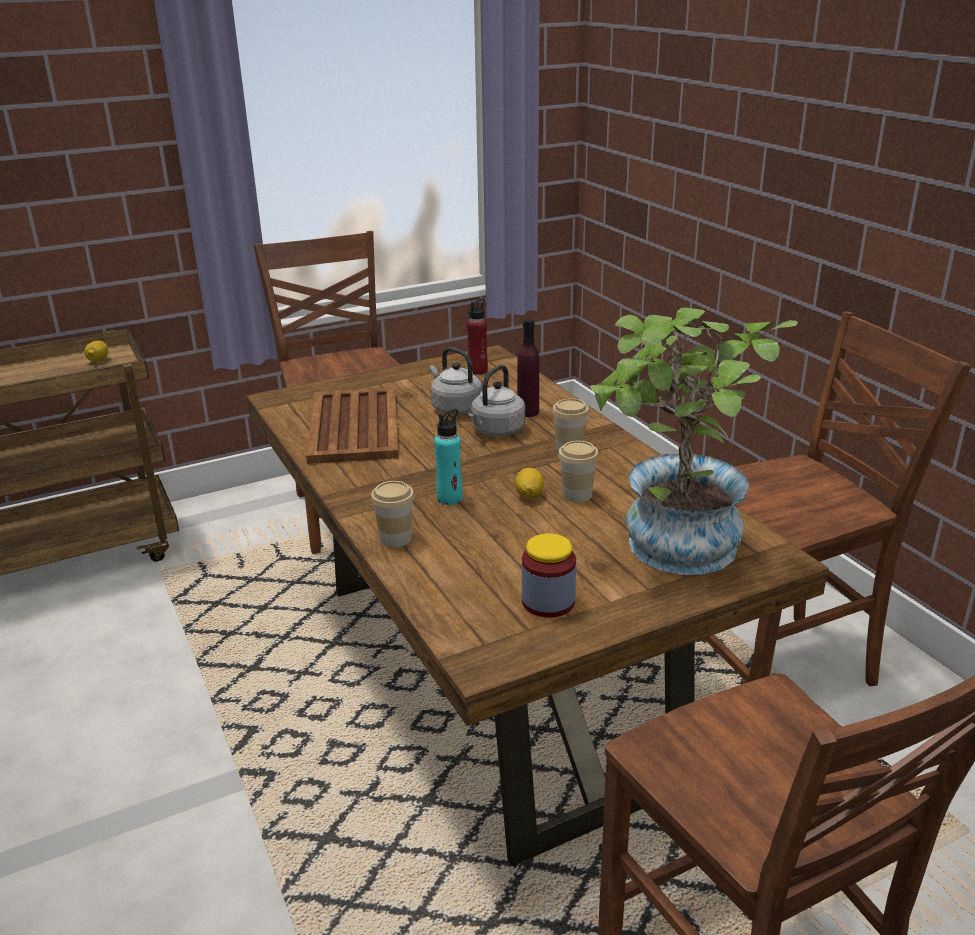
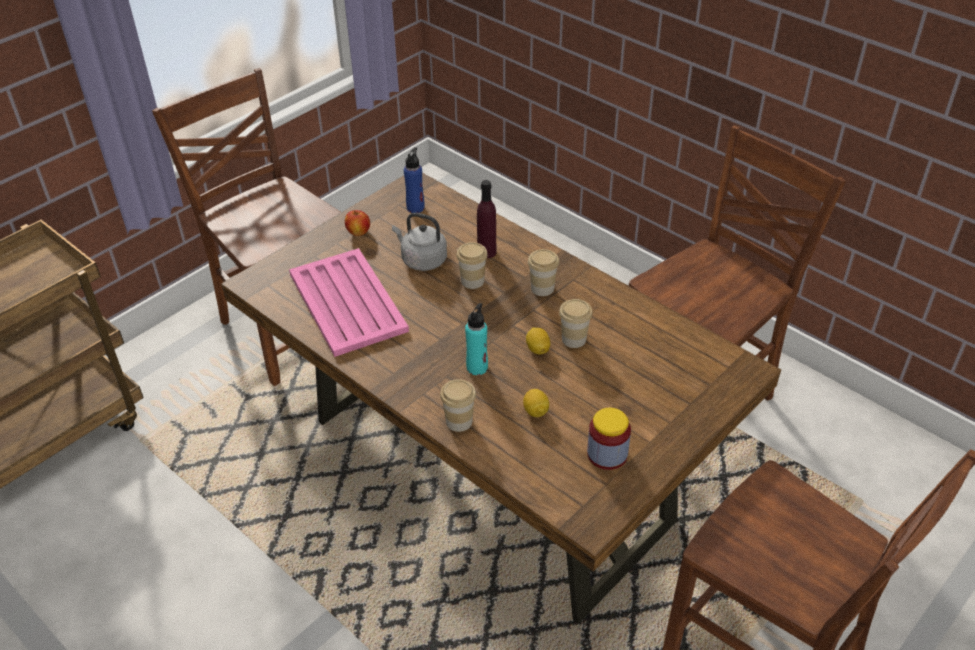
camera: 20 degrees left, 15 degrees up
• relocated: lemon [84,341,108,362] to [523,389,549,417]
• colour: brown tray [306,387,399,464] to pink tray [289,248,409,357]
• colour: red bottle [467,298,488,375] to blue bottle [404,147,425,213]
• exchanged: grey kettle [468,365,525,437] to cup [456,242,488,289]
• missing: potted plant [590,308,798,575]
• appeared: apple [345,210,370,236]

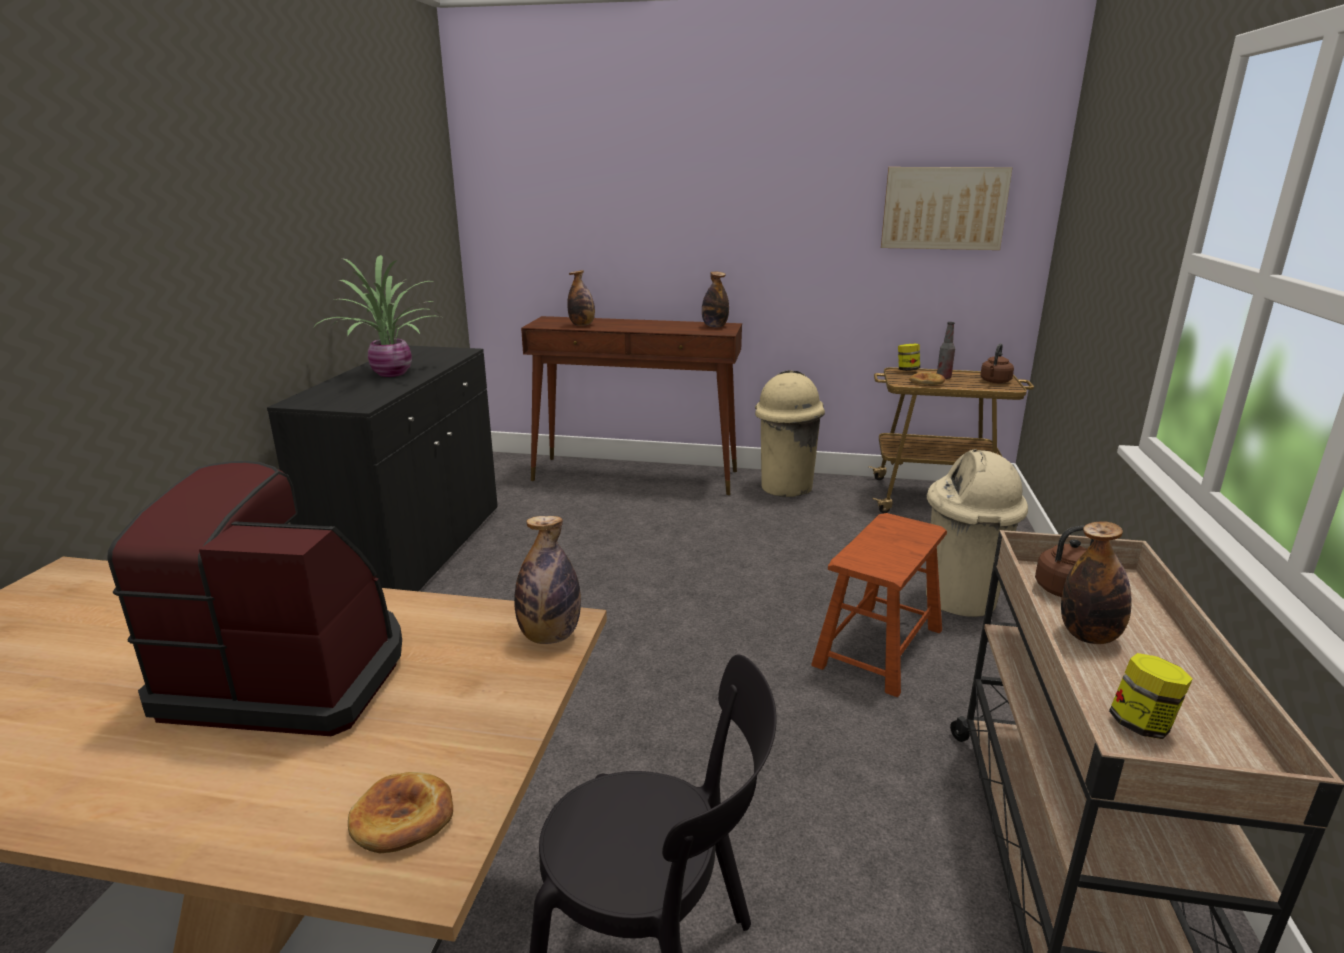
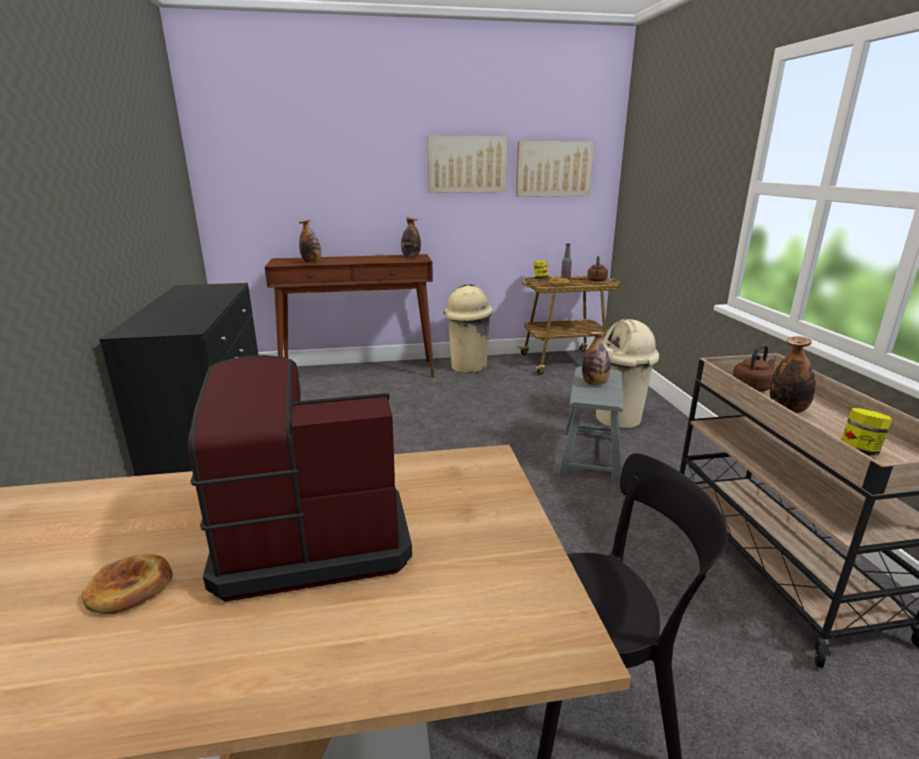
camera: 20 degrees left, 0 degrees up
• missing: potted plant [313,255,448,377]
• relocated: bread [348,772,453,854] to [82,554,173,614]
• relocated: bottle [514,516,581,644] to [582,332,610,386]
• colour: brown stool [811,513,947,697] to grey stool [558,367,623,484]
• appeared: picture [427,135,507,193]

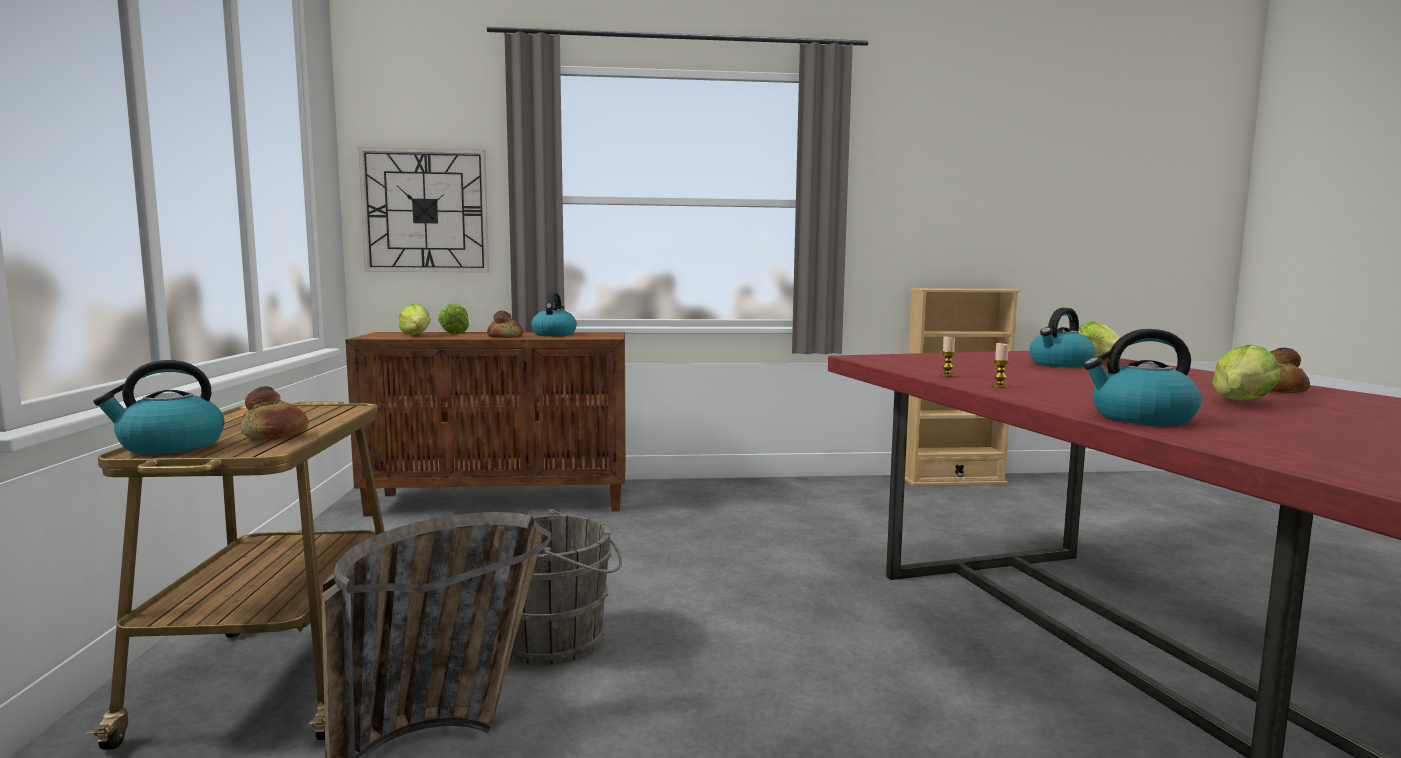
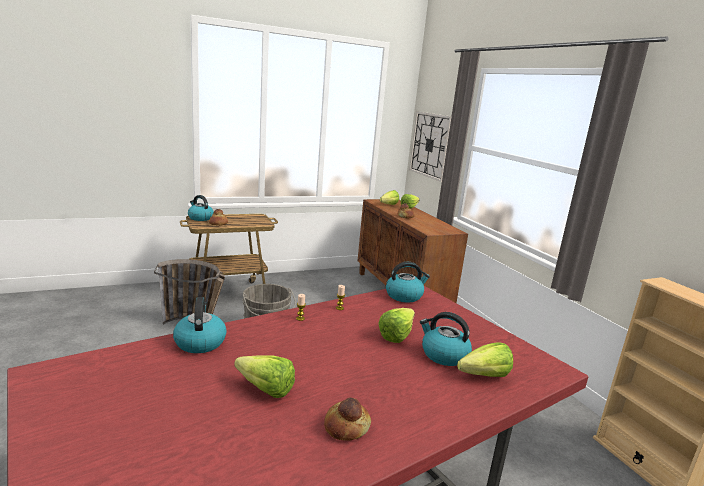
camera: 70 degrees right, 10 degrees up
• relocated: kettle [531,292,577,336] to [386,262,430,303]
• appeared: lettuce [378,308,415,343]

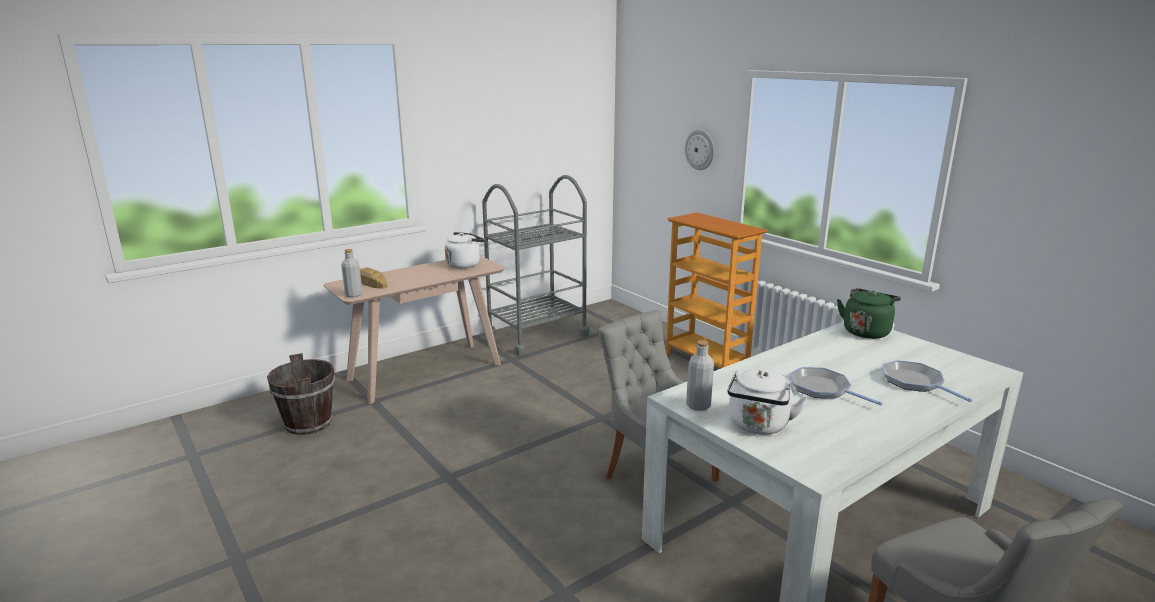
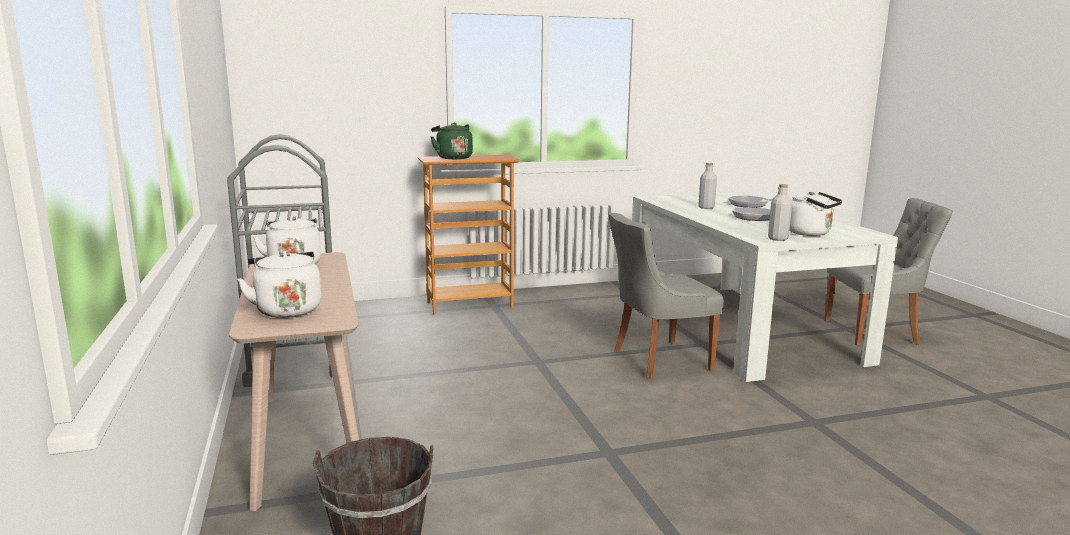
camera: 70 degrees left, 5 degrees down
• relocated: grey bottle [341,249,362,298] to [698,163,717,209]
• exchanged: bread [360,267,387,289] to white kettle [237,251,321,318]
• missing: wall clock [685,130,714,170]
• relocated: green kettle [837,288,901,339] to [430,123,473,159]

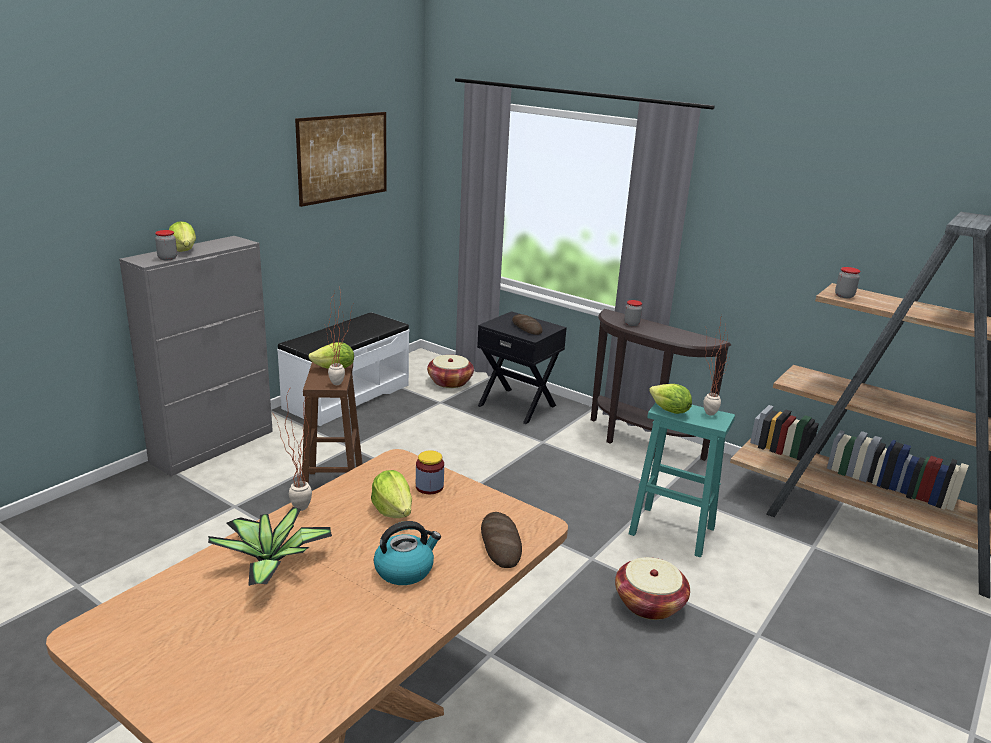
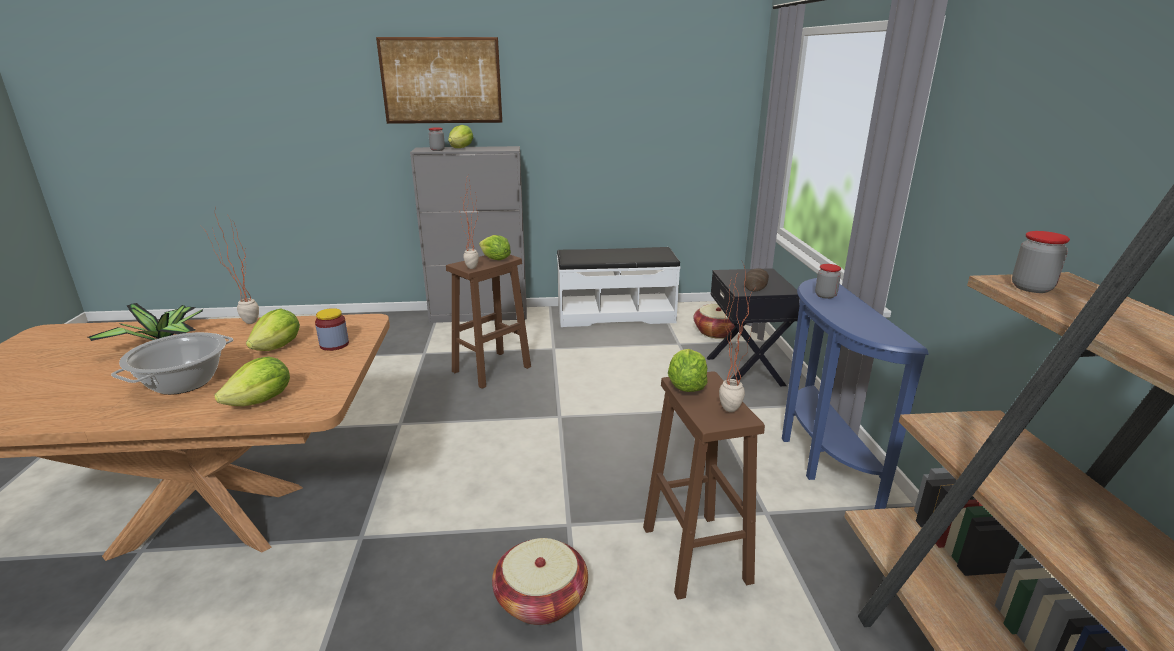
camera: 50 degrees right, 0 degrees up
• relocated: picture [295,112,387,207] to [376,37,502,124]
• exchanged: kettle [374,521,441,585] to cooking pot [111,332,233,395]
• exchanged: bread [481,512,522,568] to lettuce [214,356,290,406]
• colour: brown console table [591,309,731,461] to blue console table [782,278,929,509]
• colour: turquoise stool [629,403,735,558] to brown stool [643,371,765,600]

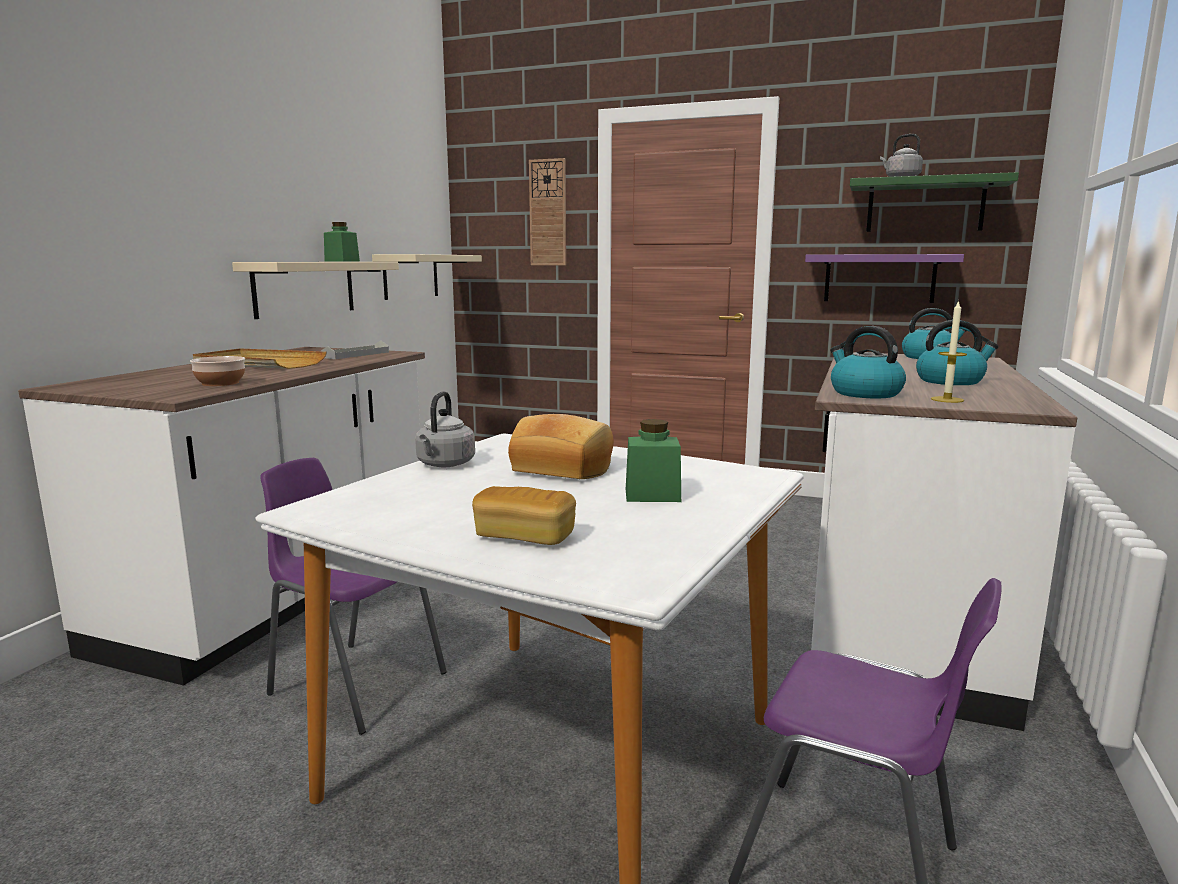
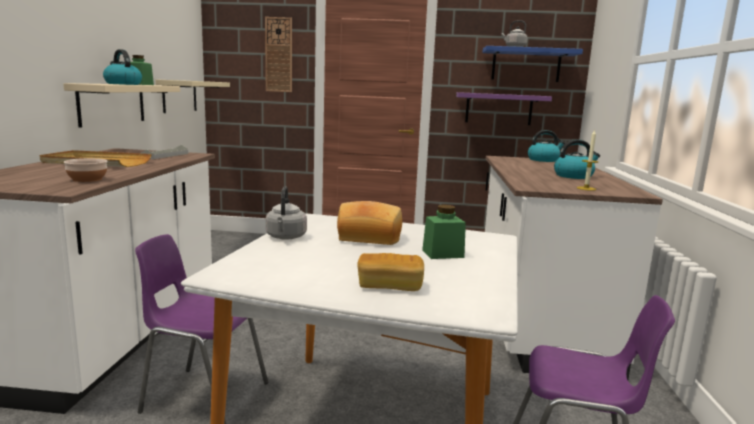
camera: 15 degrees left, 0 degrees up
• relocated: kettle [830,326,906,398] to [103,49,142,85]
• colour: green shelf [850,172,1019,232] to blue shelf [482,46,583,82]

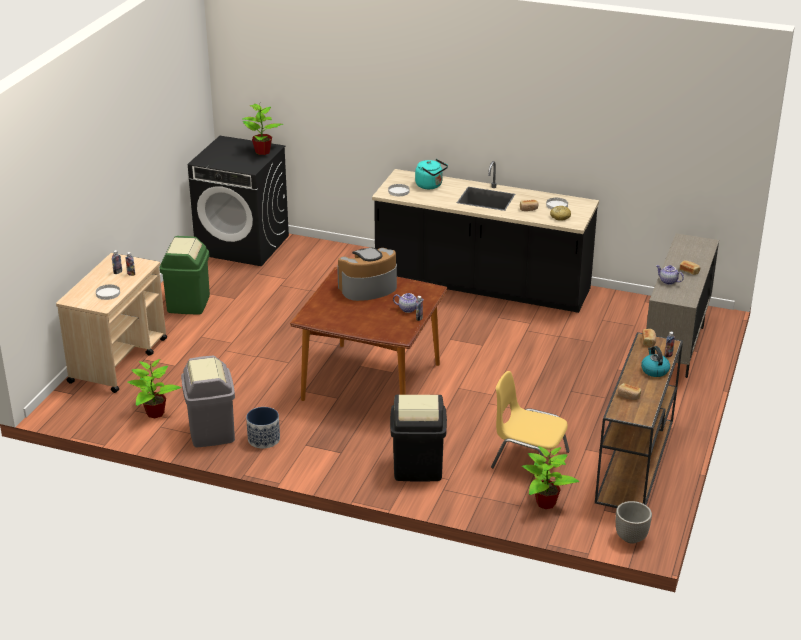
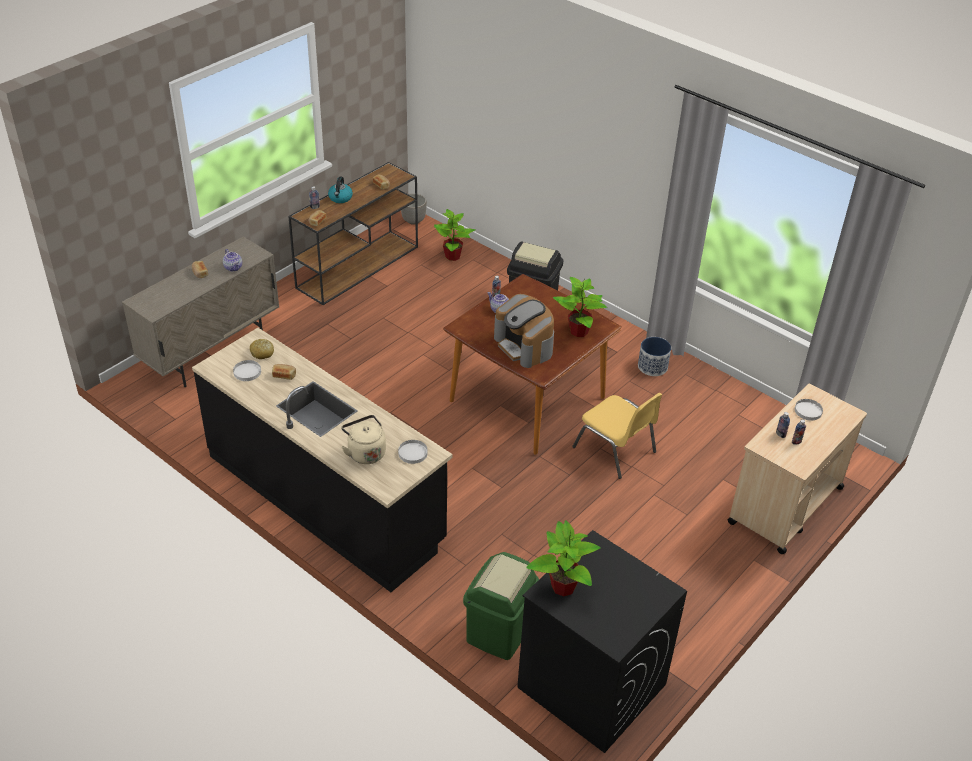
camera: 160 degrees left, 10 degrees up
• relocated: potted plant [127,359,181,418] to [553,277,607,337]
• relocated: green trash can [160,236,210,314] to [463,552,539,660]
• missing: grey trash can [181,356,235,447]
• spun: coffee machine [337,248,397,301] = [494,294,554,368] 60 degrees clockwise
• colour: turquoise kettle [415,159,448,189] to beige kettle [341,415,386,464]
• relocated: yellow chair [491,371,570,480] to [572,393,662,479]

